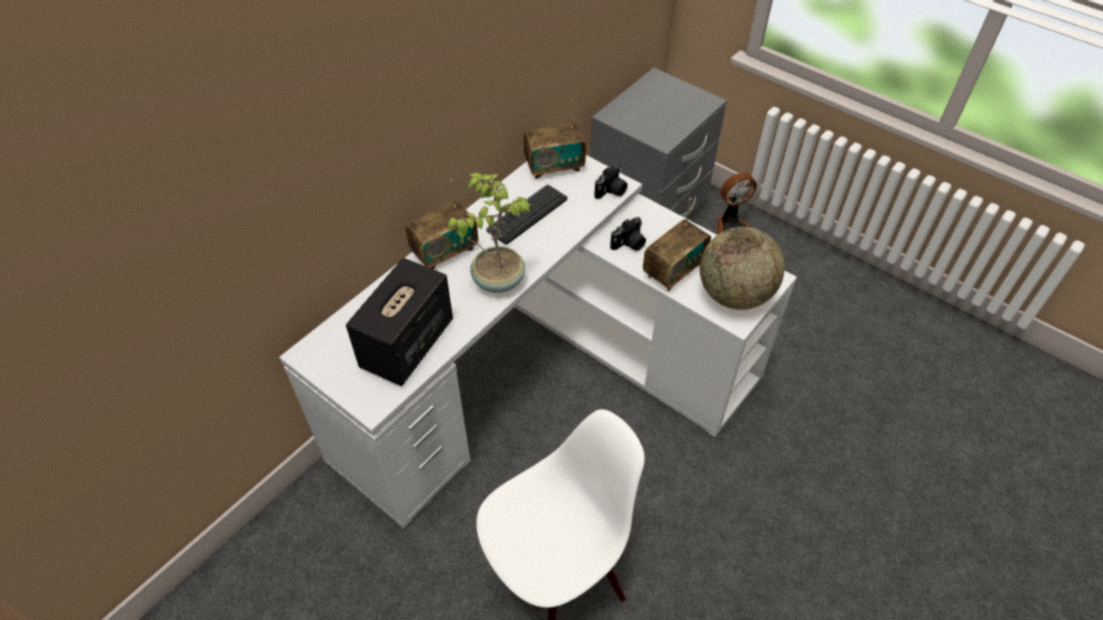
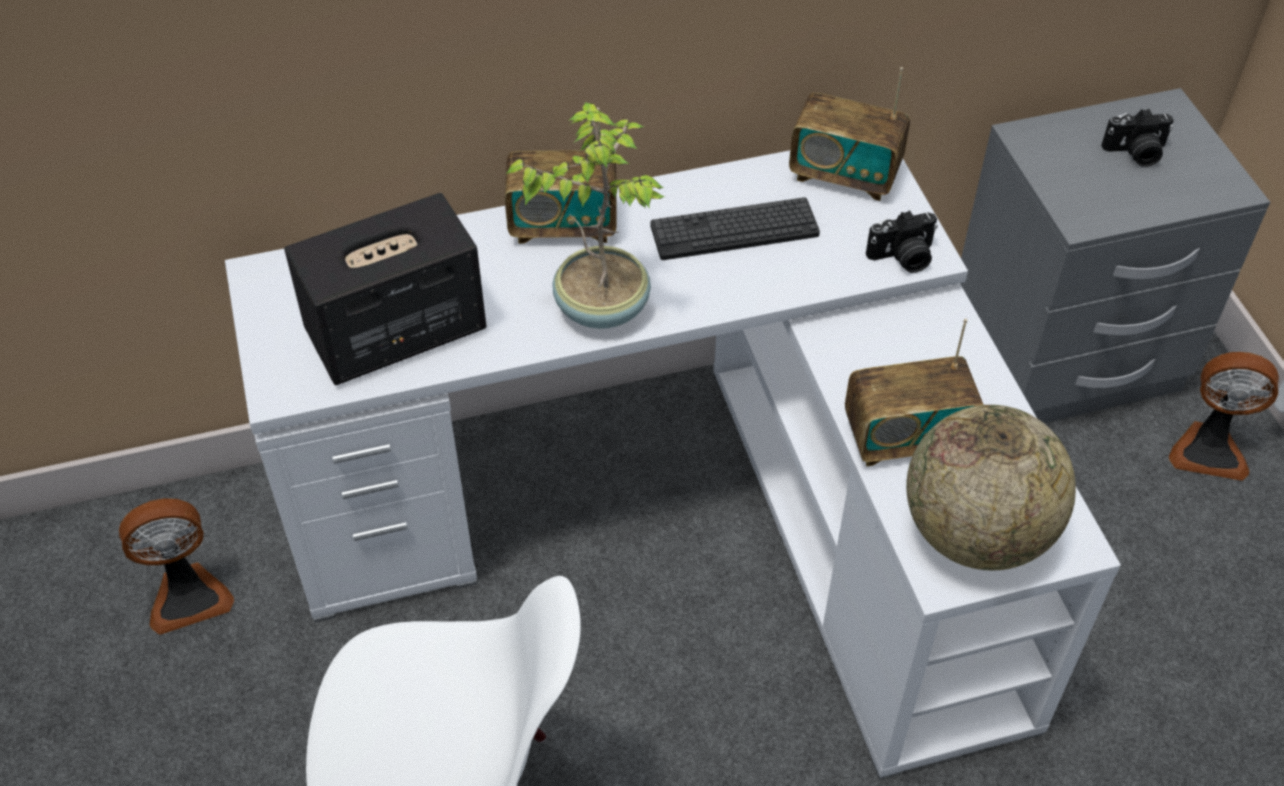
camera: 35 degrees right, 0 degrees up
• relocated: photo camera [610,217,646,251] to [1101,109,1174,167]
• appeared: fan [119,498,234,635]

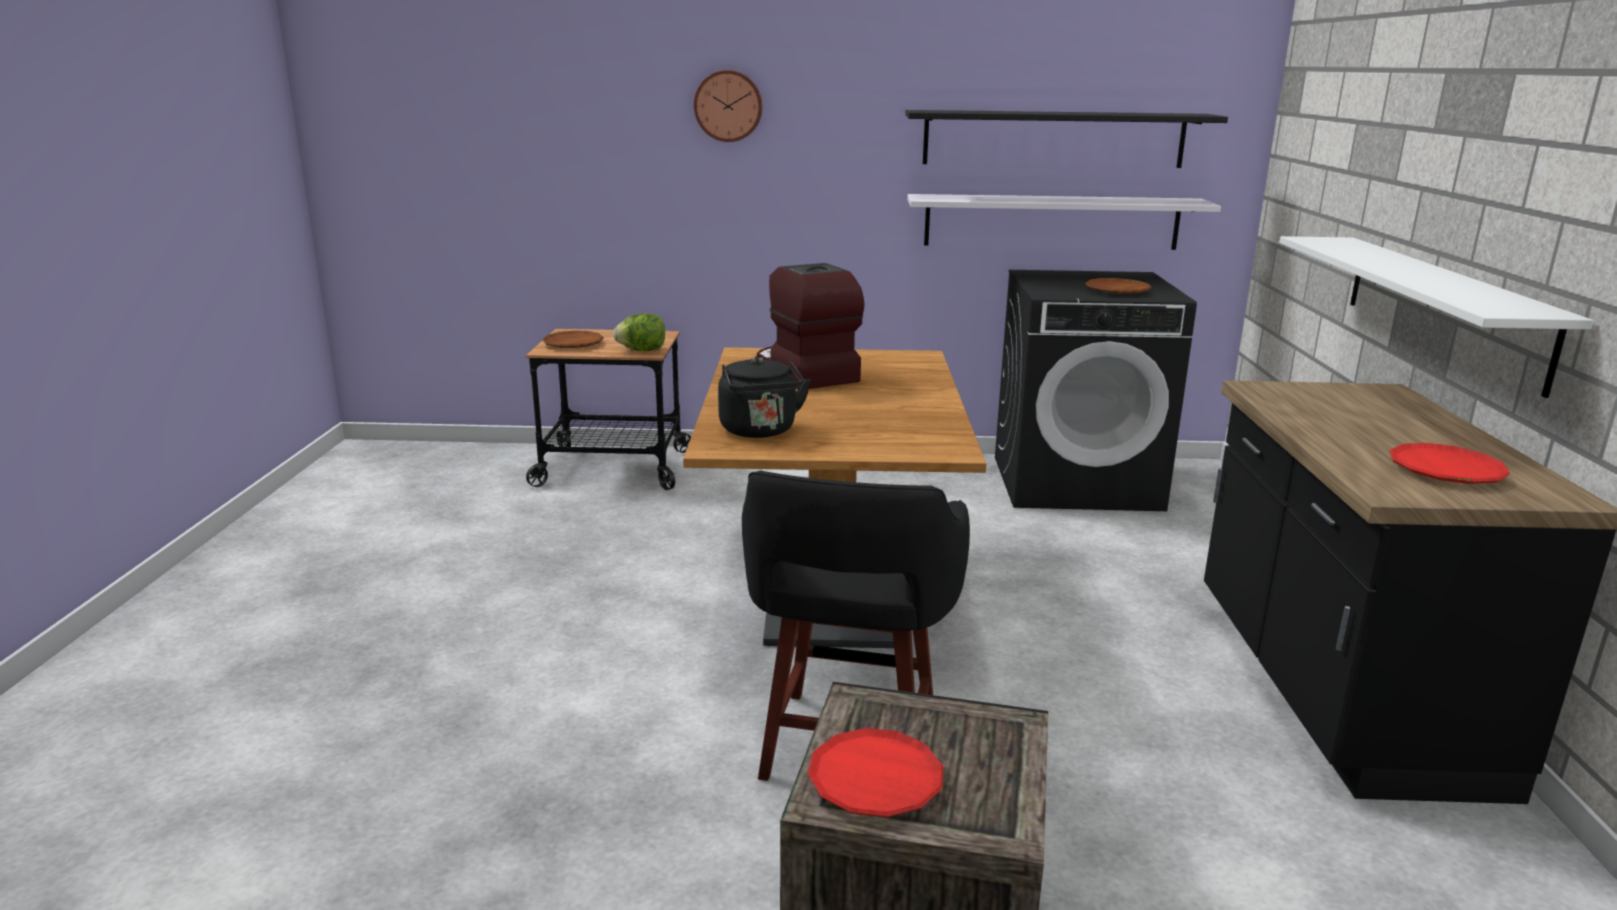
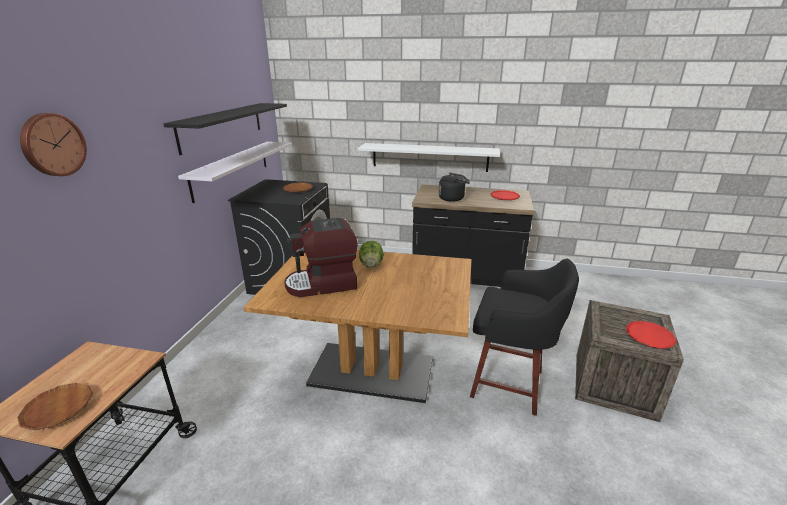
camera: 80 degrees left, 5 degrees up
• relocated: lettuce [613,313,665,351] to [359,241,384,268]
• relocated: black kettle [718,357,811,438] to [438,173,470,202]

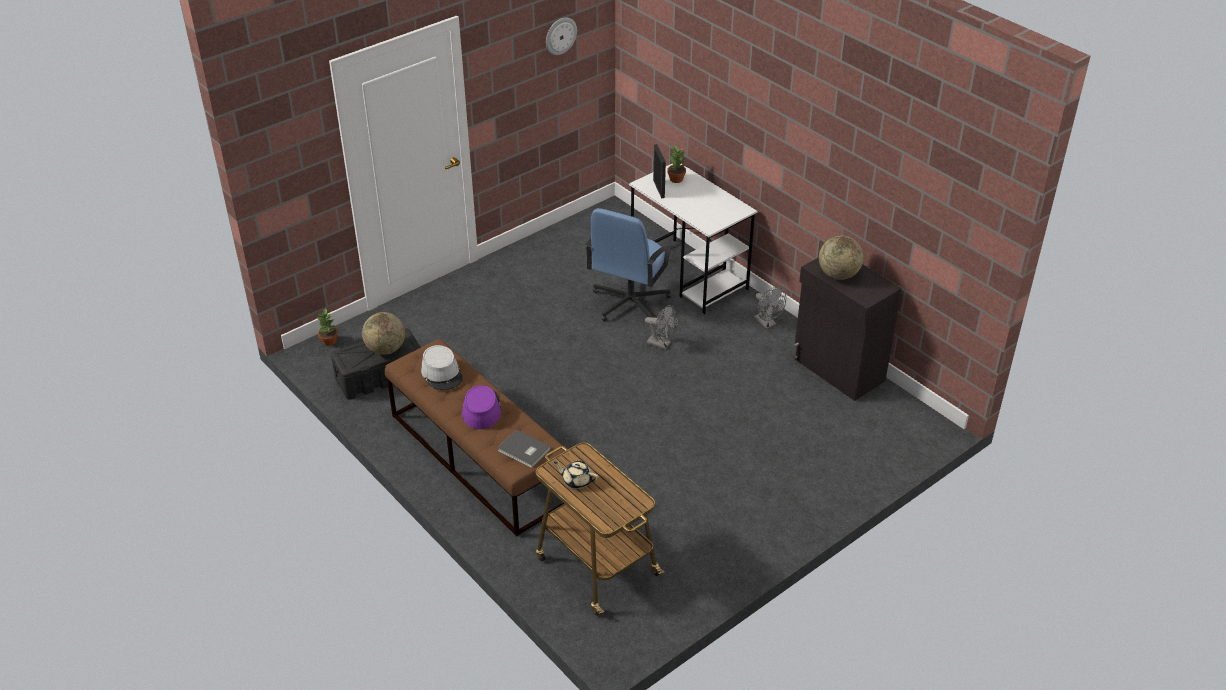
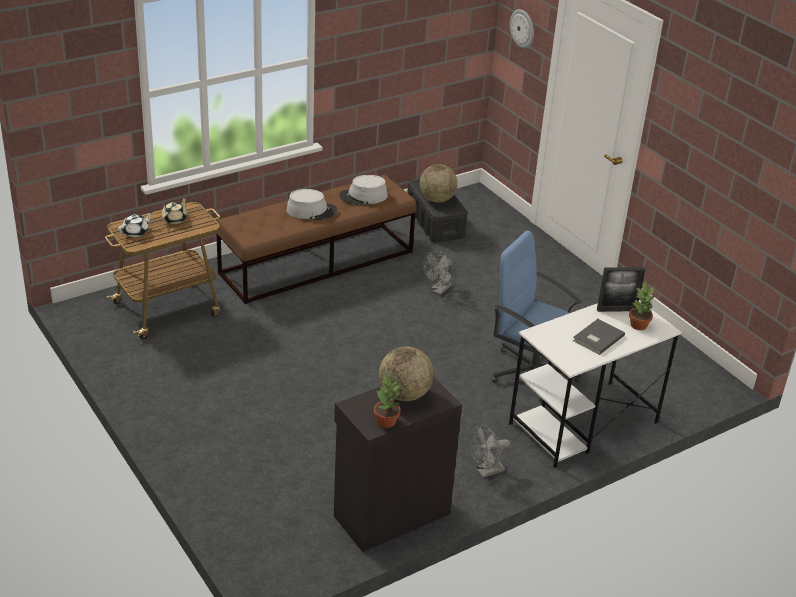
camera: 95 degrees right, 5 degrees down
• relocated: potted plant [317,308,338,346] to [374,375,401,428]
• colour: purple hat [462,385,501,429] to grey hat [286,189,337,220]
• relocated: grey book [497,430,551,468] to [573,319,625,355]
• relocated: wall clock [546,17,577,55] to [510,9,534,48]
• relocated: grey fan [645,305,678,350] to [423,251,454,295]
• appeared: white teapot [118,212,152,237]

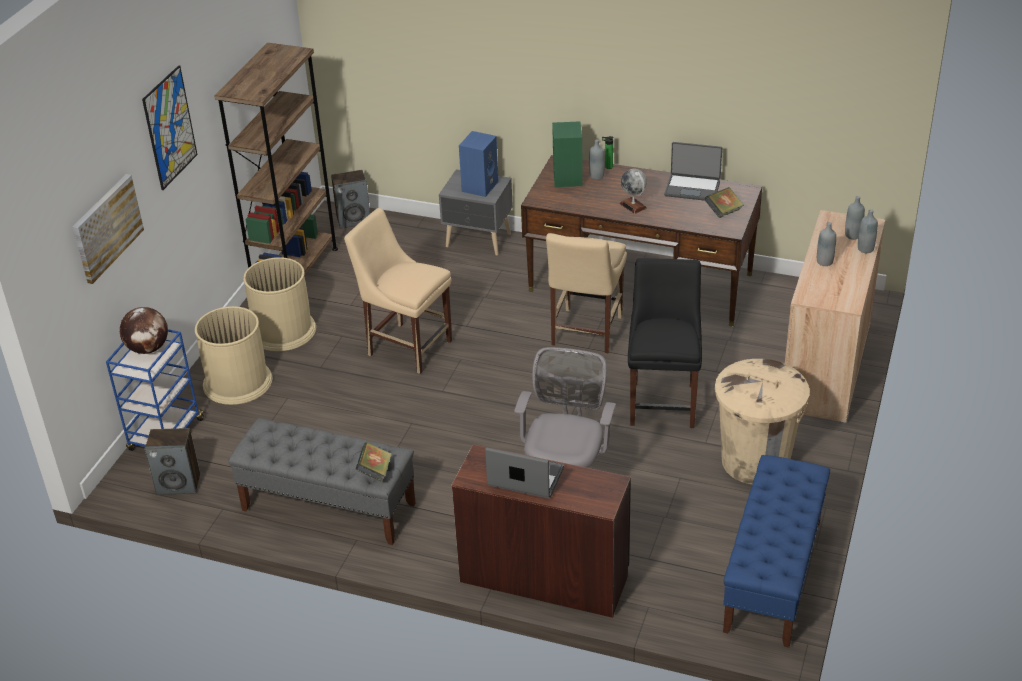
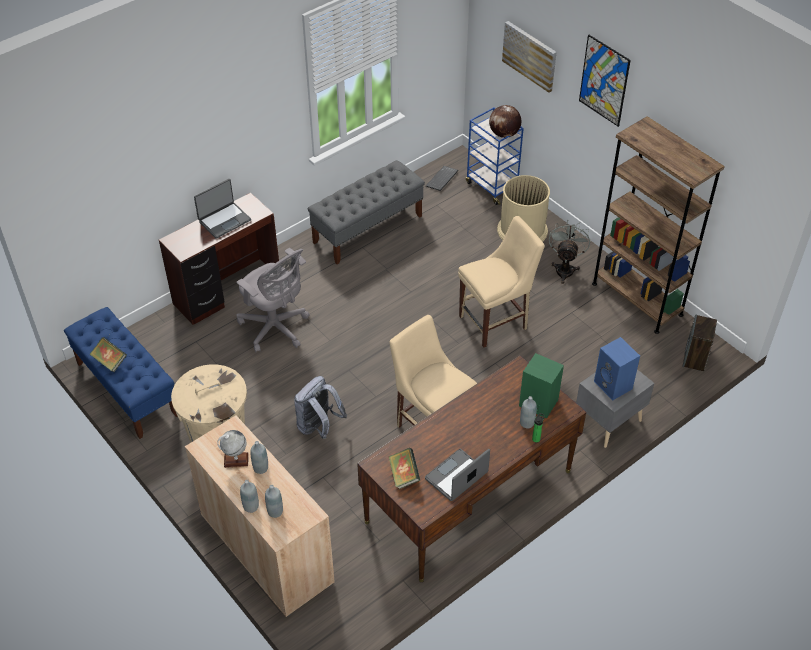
camera: 120 degrees right, 10 degrees up
• exchanged: speaker [145,428,200,495] to keyboard [426,166,458,191]
• exchanged: beige trash can [243,257,316,351] to grey fan [549,220,591,284]
• relocated: book [355,442,392,482] to [89,337,127,372]
• relocated: globe [620,169,647,214] to [217,430,248,468]
• exchanged: black chair [628,258,702,428] to grey backpack [294,376,347,439]

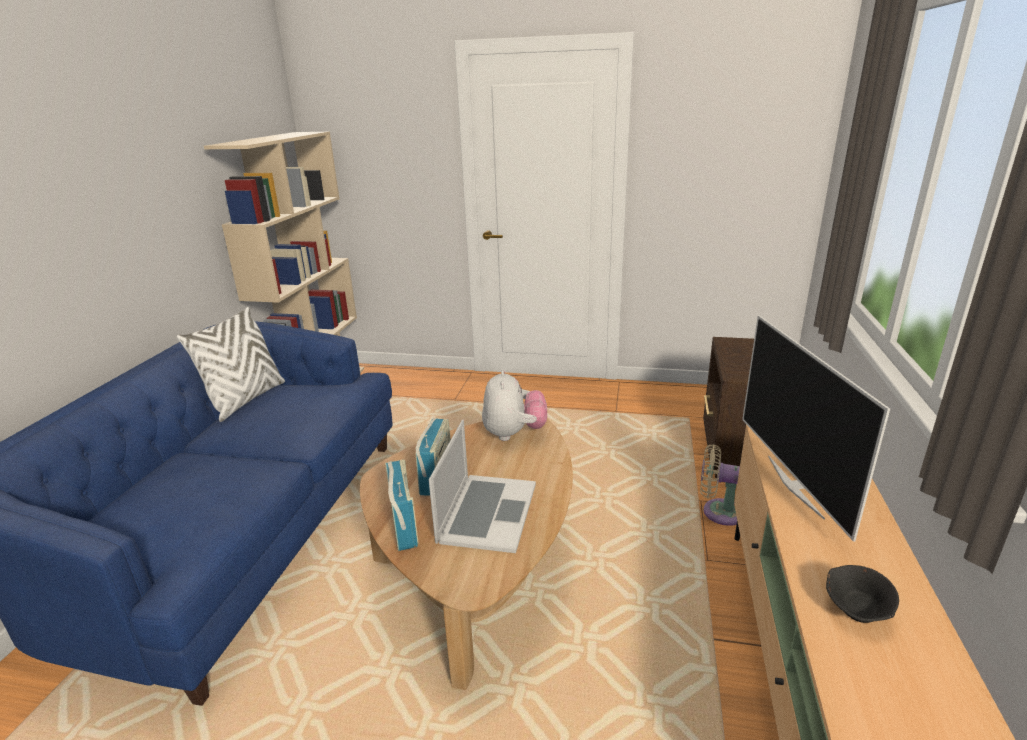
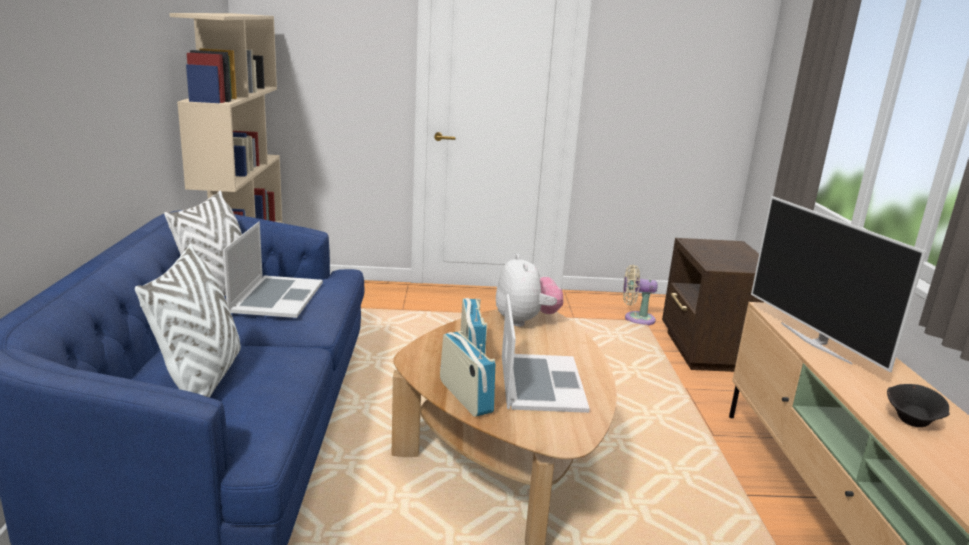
camera: 15 degrees left, 5 degrees down
• relocated: beige fan [700,444,740,526] to [623,265,657,325]
• appeared: white pillow [135,244,241,398]
• appeared: laptop [223,222,323,318]

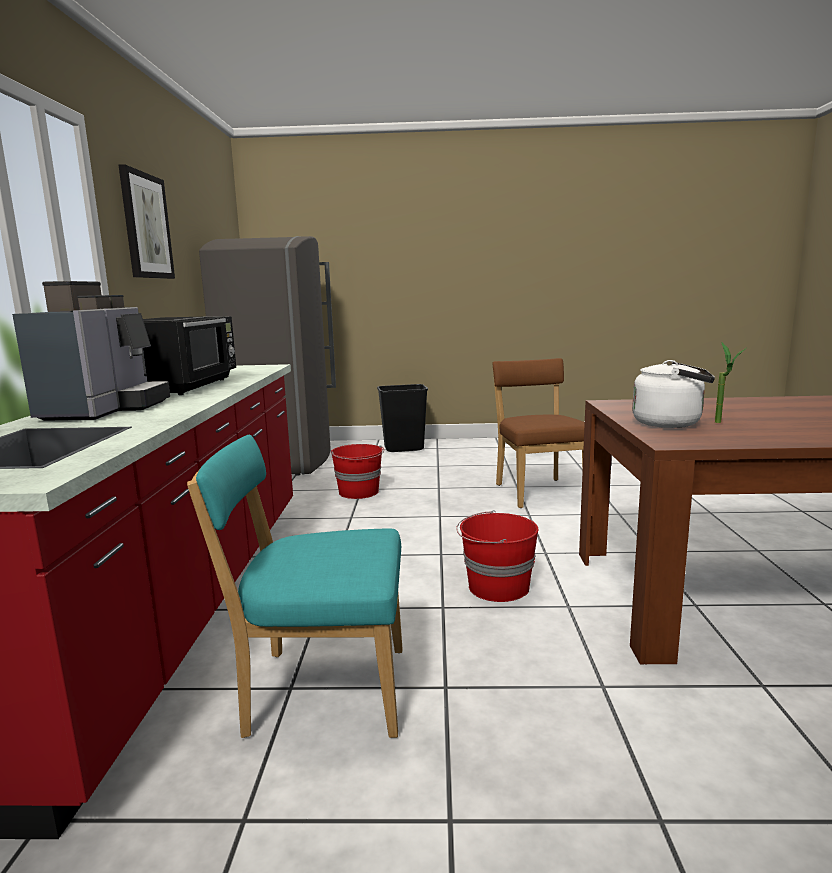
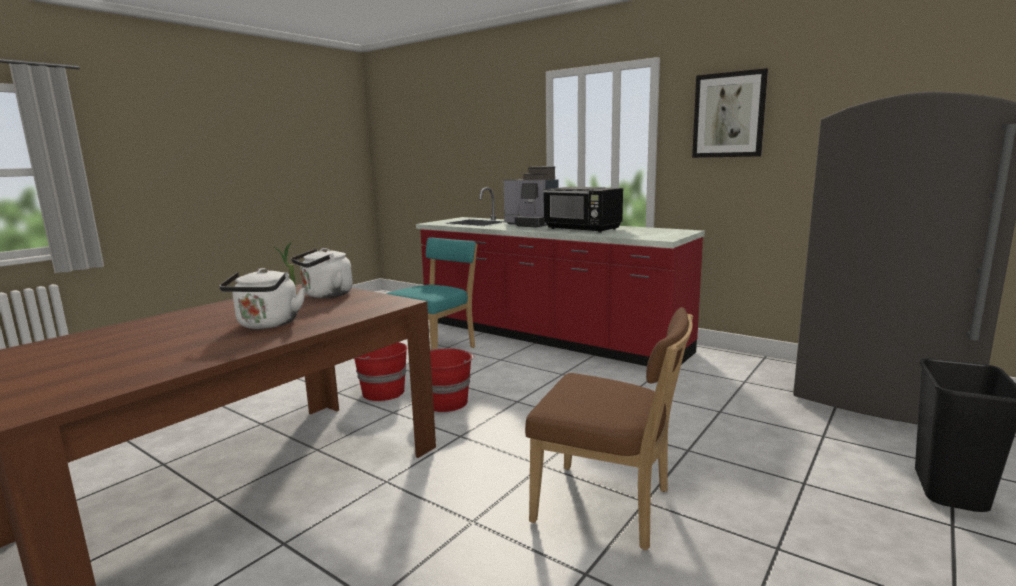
camera: 125 degrees right, 0 degrees up
• relocated: red bucket [331,444,384,499] to [354,342,407,401]
• appeared: white kettle [219,268,305,329]

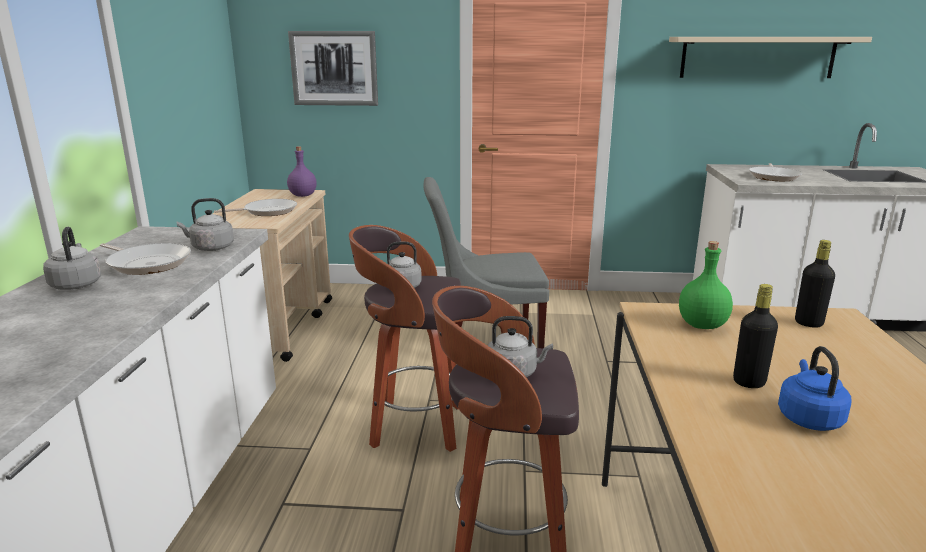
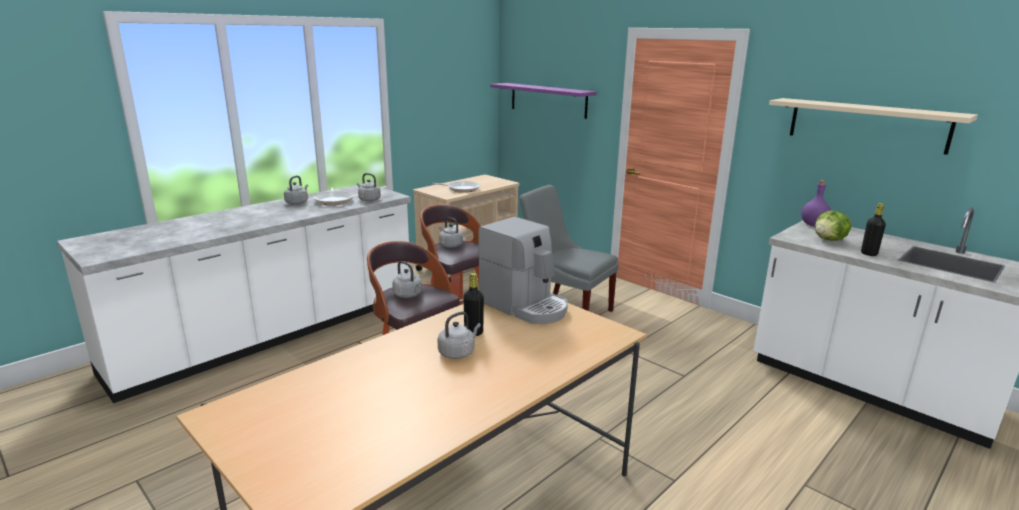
camera: 40 degrees right, 0 degrees up
• relocated: purple bottle [287,146,317,197] to [801,180,831,226]
• exchanged: picture [288,31,378,106] to purple shelf [490,83,597,119]
• exchanged: green bottle [679,241,733,329] to coffee machine [478,216,568,324]
• exchanged: frying pan [749,163,802,181] to lettuce [815,210,851,241]
• colour: blue kettle [778,346,852,431] to grey kettle [438,312,481,359]
• relocated: black bottle [795,240,835,328] to [861,203,886,256]

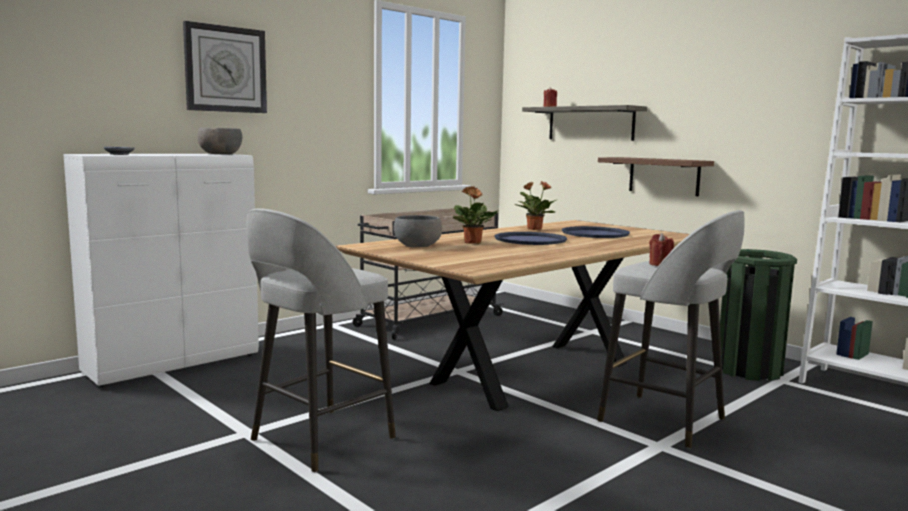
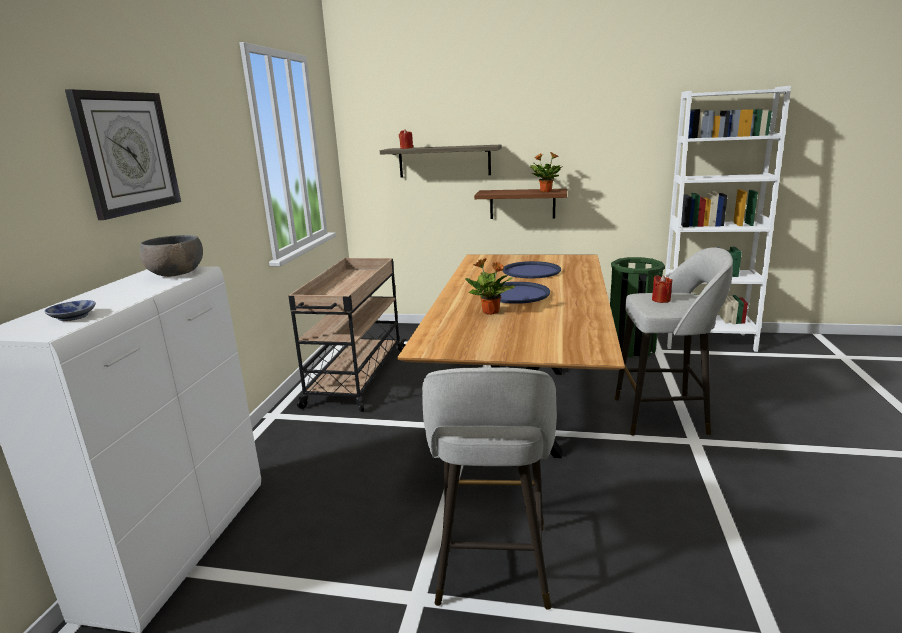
camera: 35 degrees left, 10 degrees up
• missing: grey bowl [394,215,442,247]
• relocated: potted plant [515,181,558,230] to [530,152,563,192]

